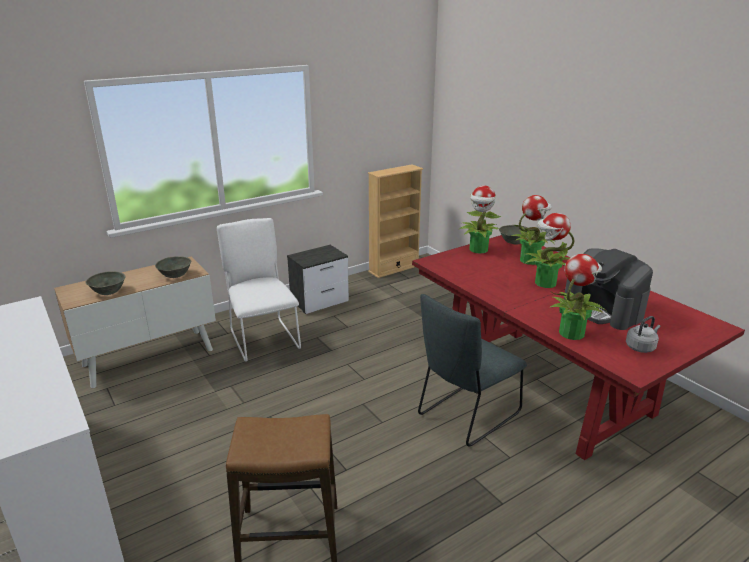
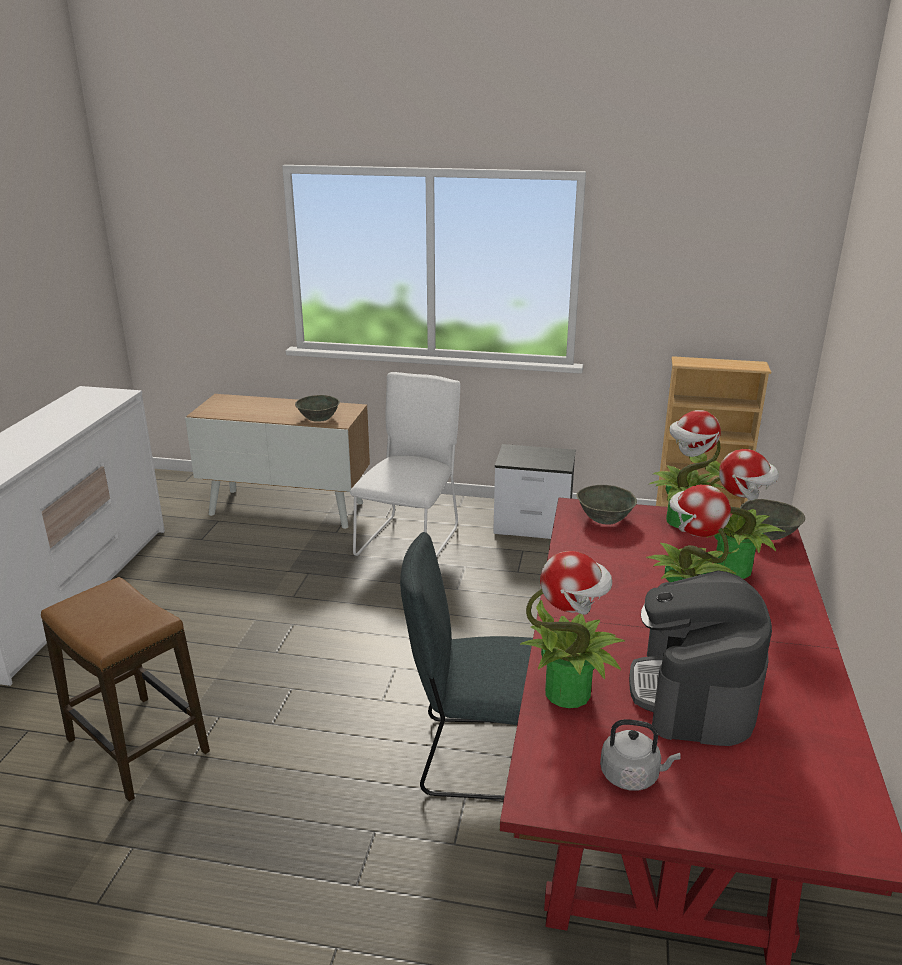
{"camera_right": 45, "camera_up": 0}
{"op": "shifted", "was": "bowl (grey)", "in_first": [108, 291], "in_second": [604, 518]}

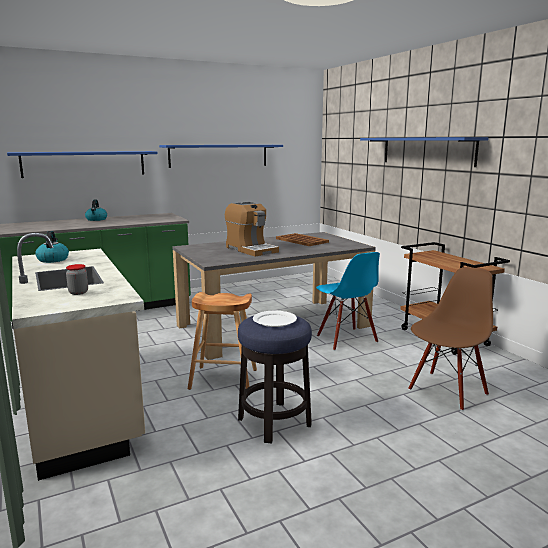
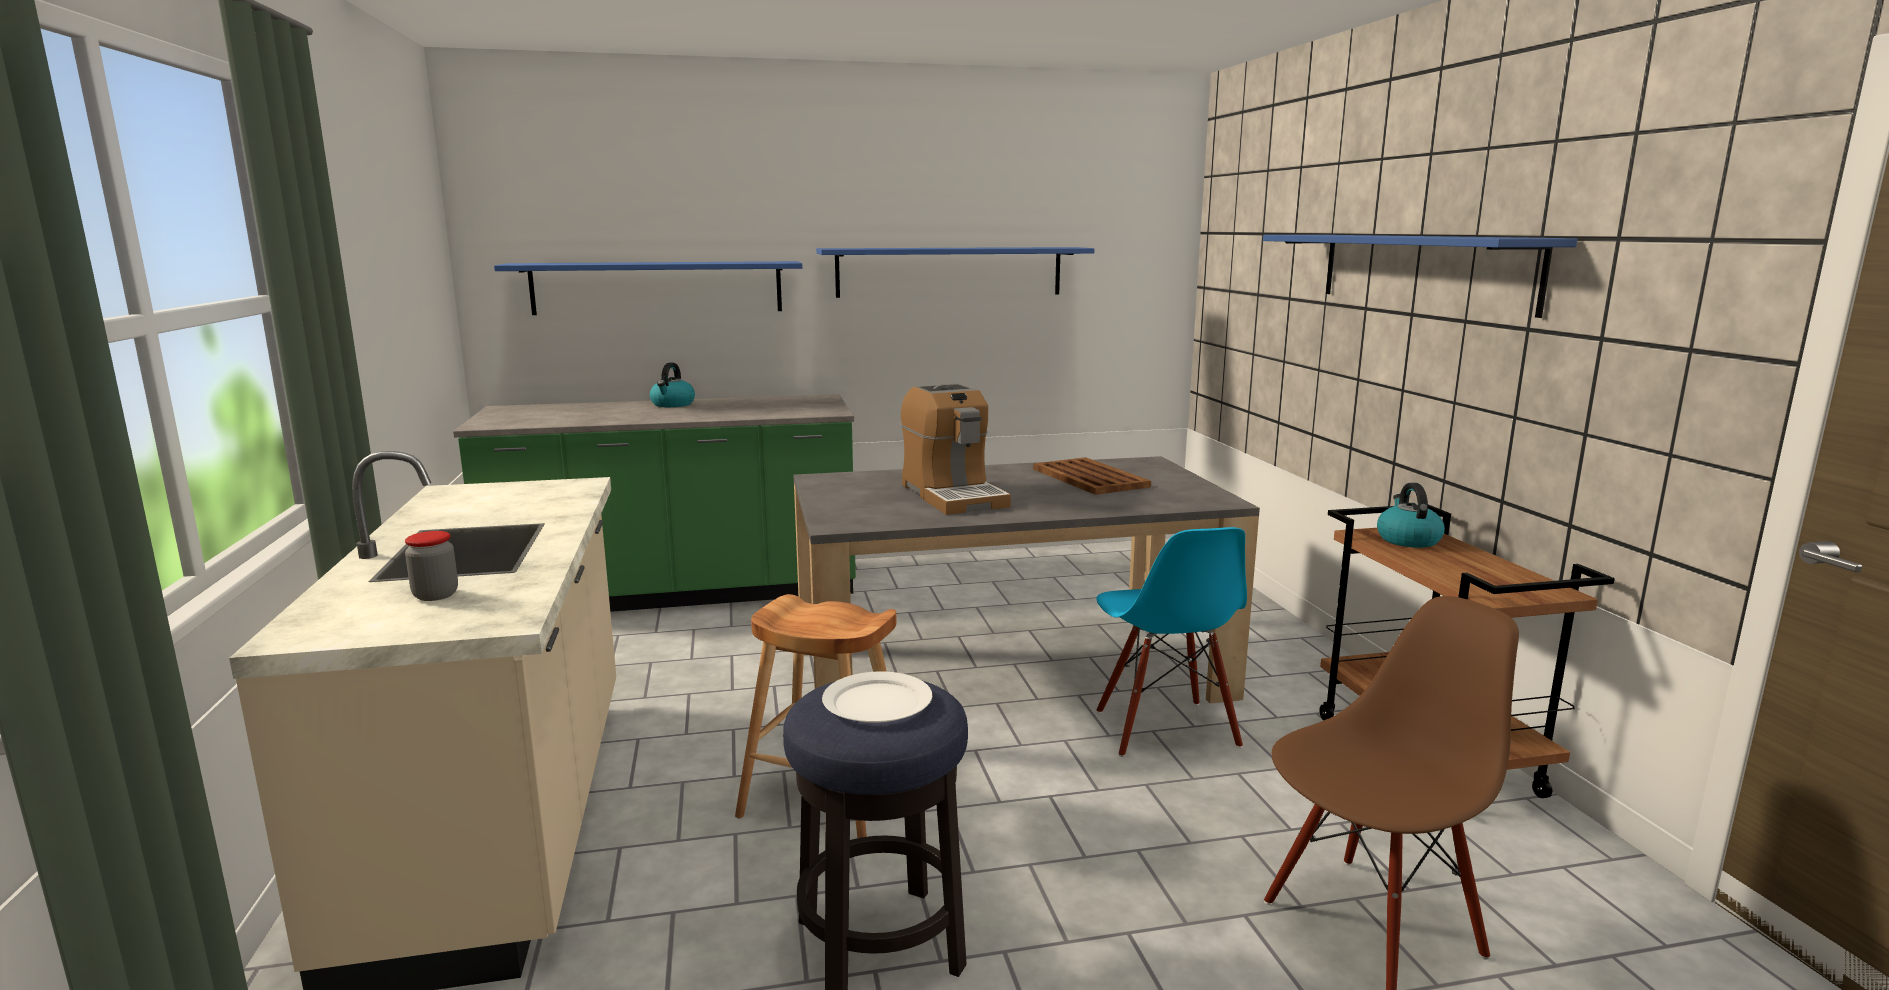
{"camera_right": 15, "camera_up": 0}
{"op": "shifted", "was": "kettle", "in_first": [53, 259], "in_second": [1407, 540]}

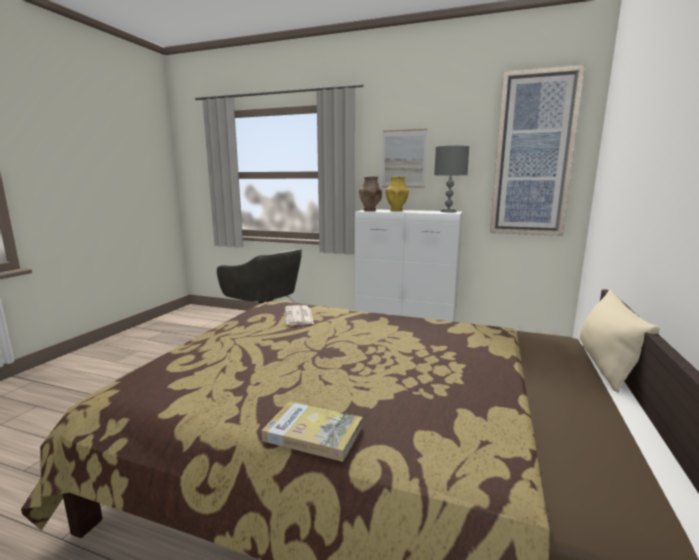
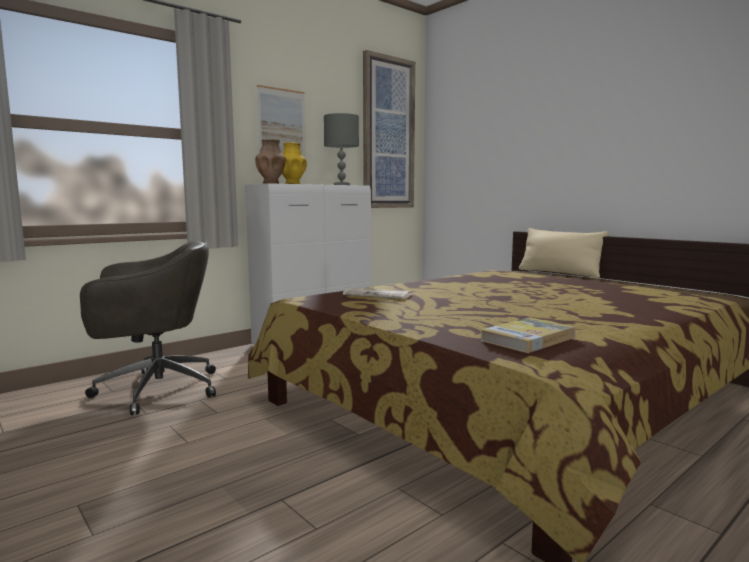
{"camera_right": -60, "camera_up": -5}
{"op": "shifted", "was": "book", "in_first": [313, 433], "in_second": [528, 339]}

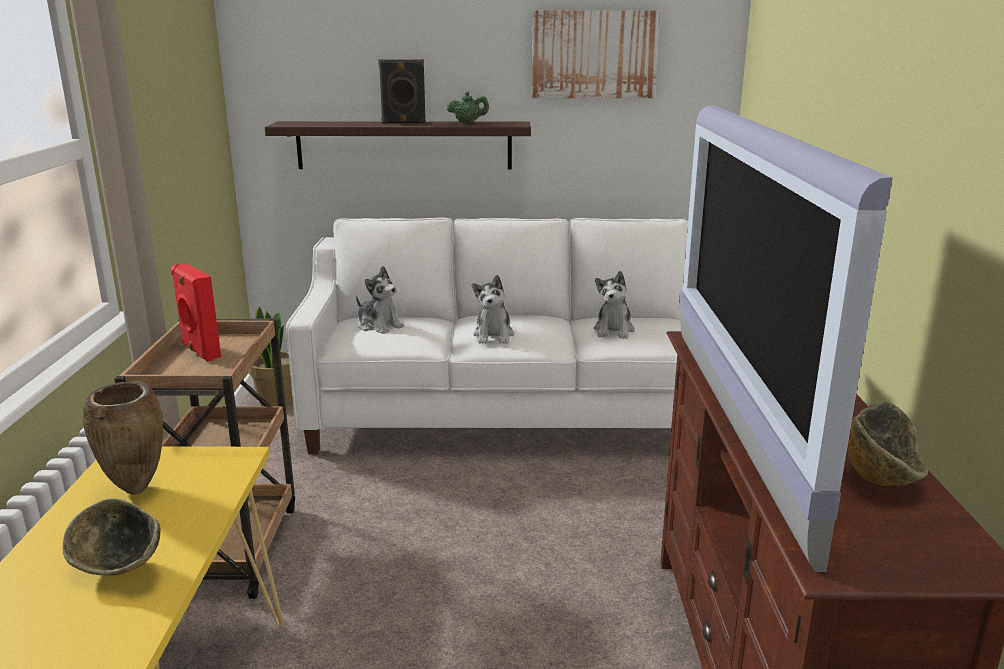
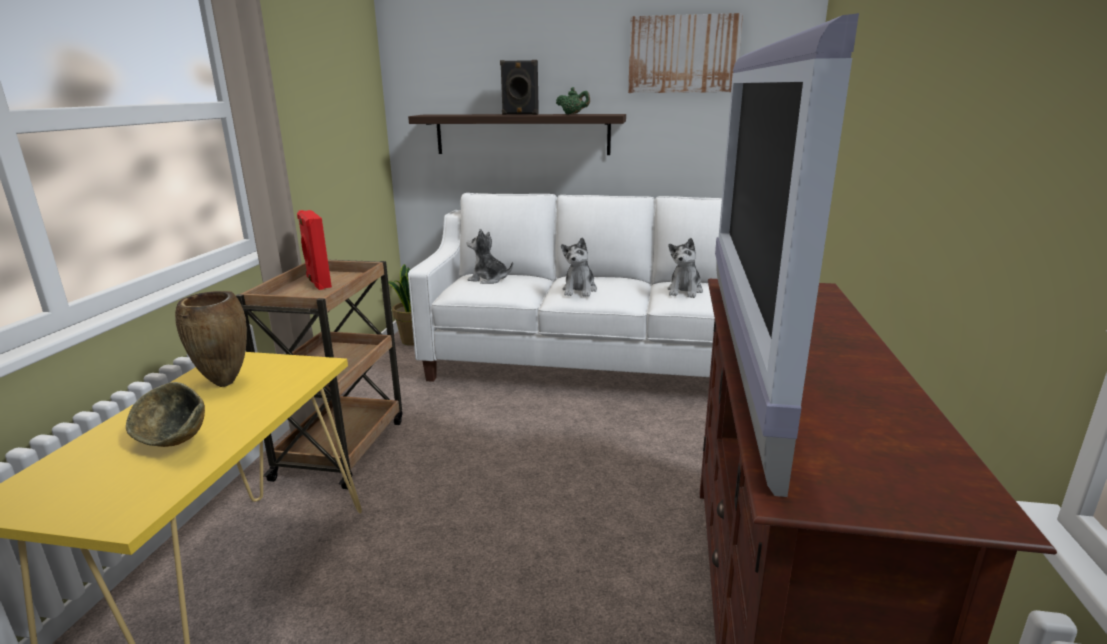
{"camera_right": 10, "camera_up": 0}
{"op": "rotated", "was": "plush toy", "in_first": [379, 326], "in_second": [488, 280], "clockwise": 150}
{"op": "gone", "was": "bowl", "in_first": [881, 477]}

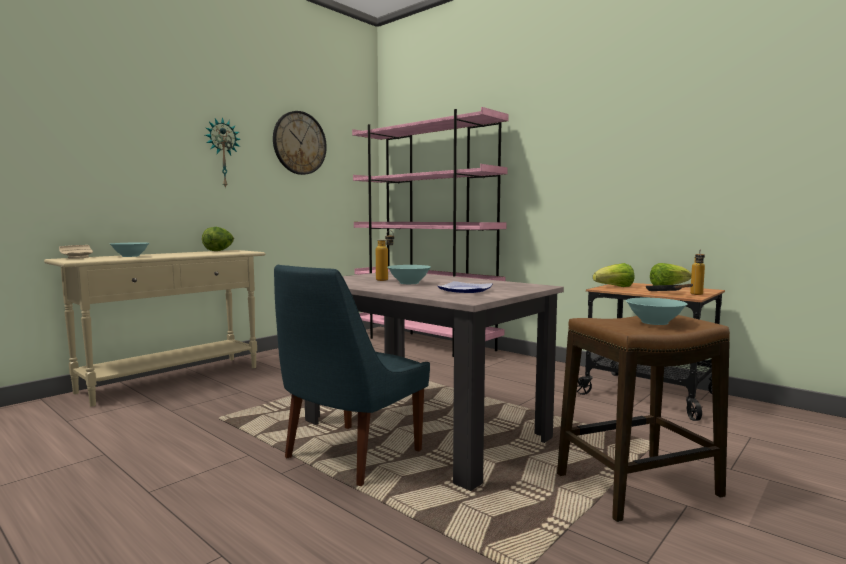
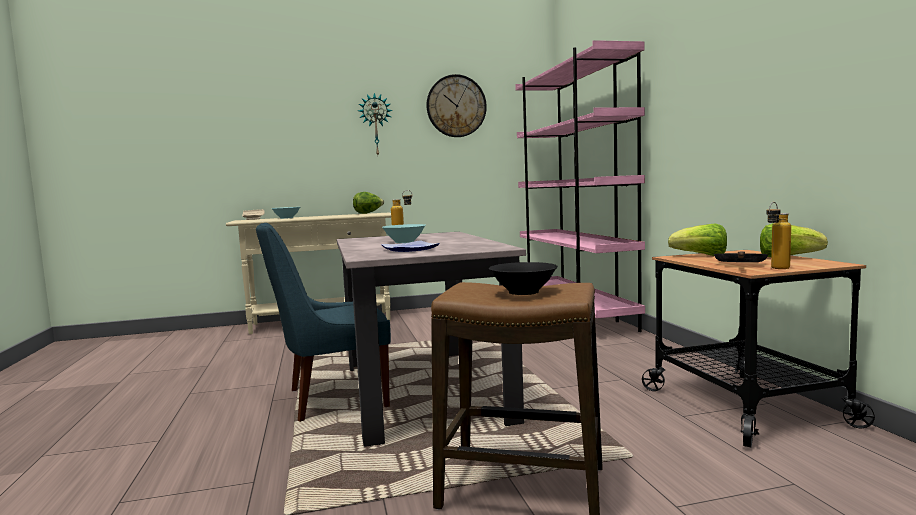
{"camera_right": 35, "camera_up": 0}
{"op": "repainted", "was": "bowl (turquoise)", "now": "bowl (black)", "in_first": [654, 322], "in_second": [523, 292]}

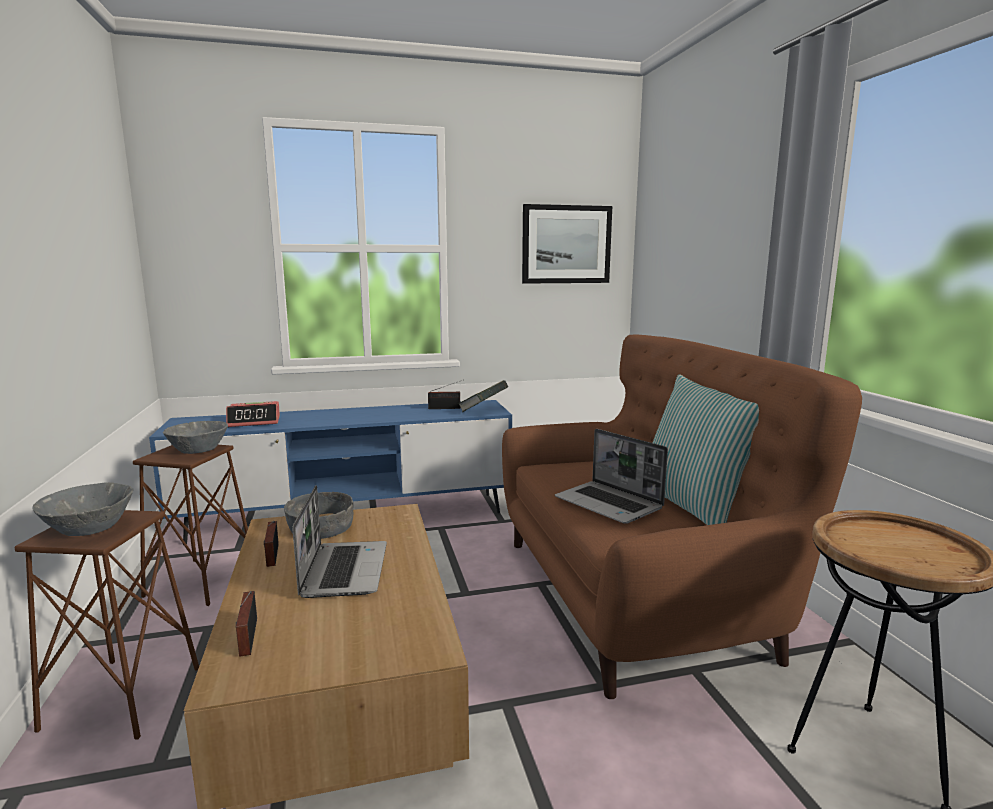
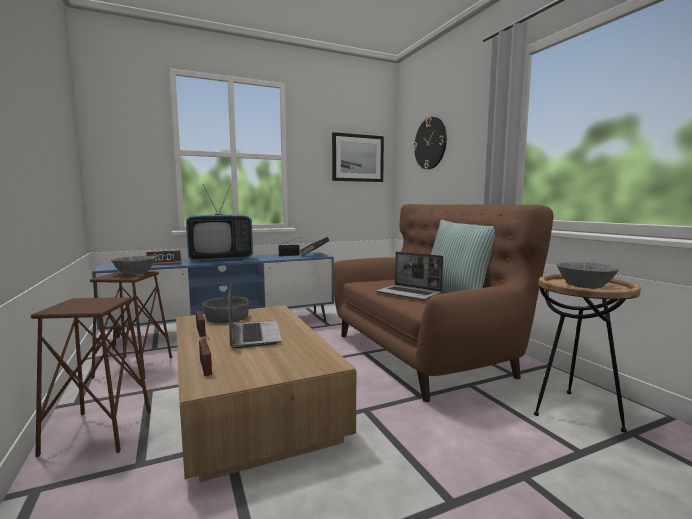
{"camera_right": -10, "camera_up": -5}
{"op": "new", "now": "television", "in_second": [221, 260]}
{"op": "new", "now": "wall clock", "in_second": [430, 143]}
{"op": "shifted", "was": "bowl (grey)", "in_first": [88, 528], "in_second": [584, 286]}

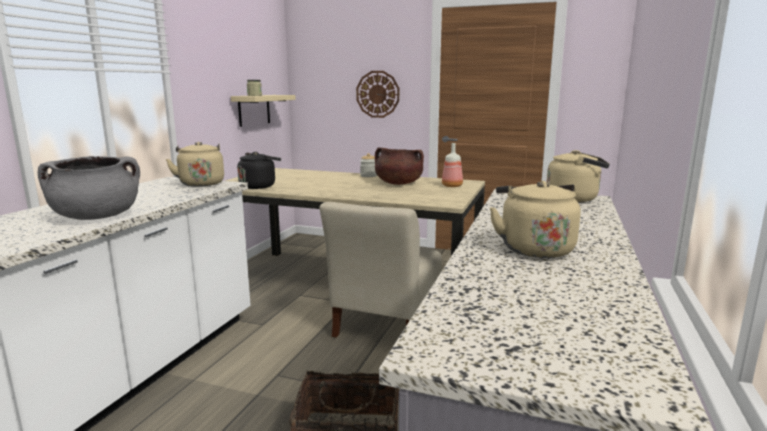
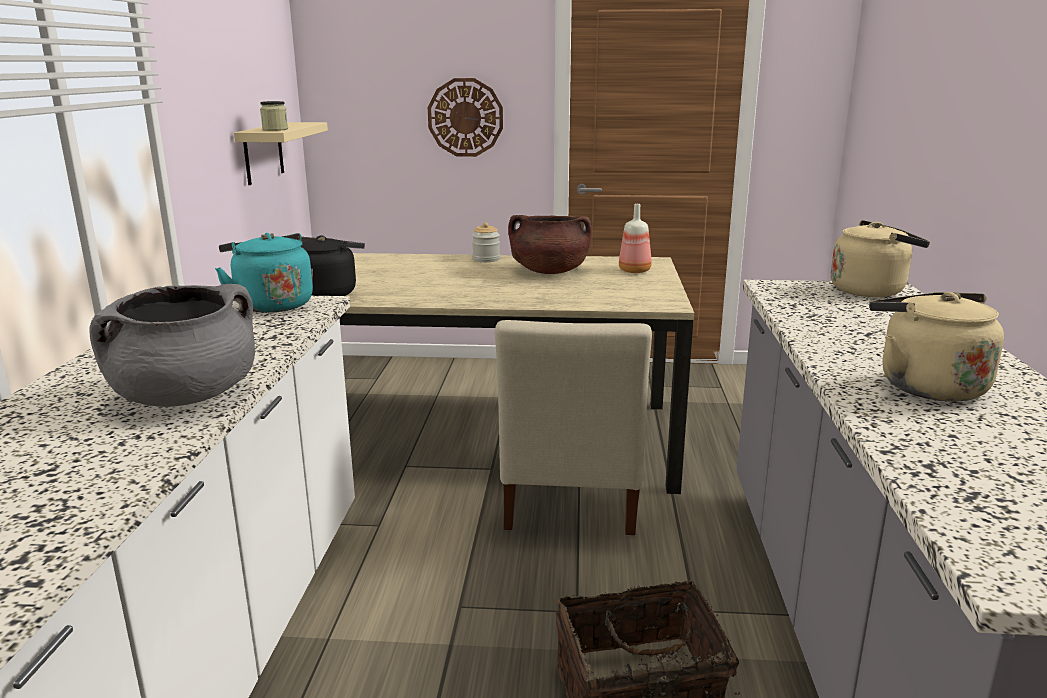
{"camera_right": -15, "camera_up": 5}
{"op": "repainted", "was": "kettle (beige)", "now": "kettle (turquoise)", "in_first": [201, 183], "in_second": [271, 304]}

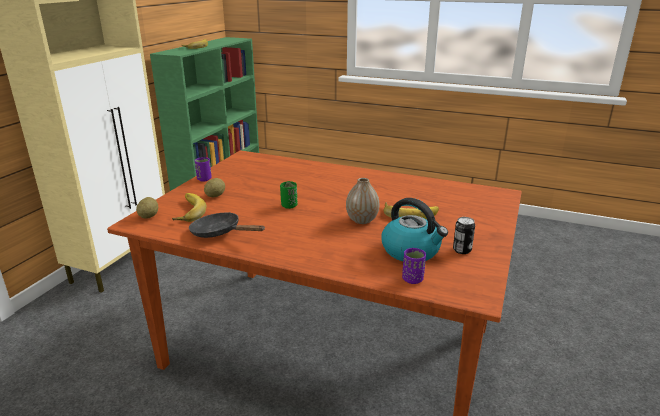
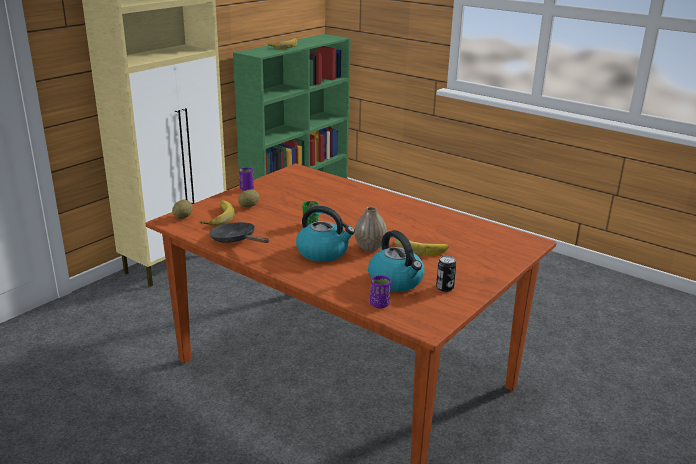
{"camera_right": 15, "camera_up": 0}
{"op": "new", "now": "kettle", "in_second": [323, 252]}

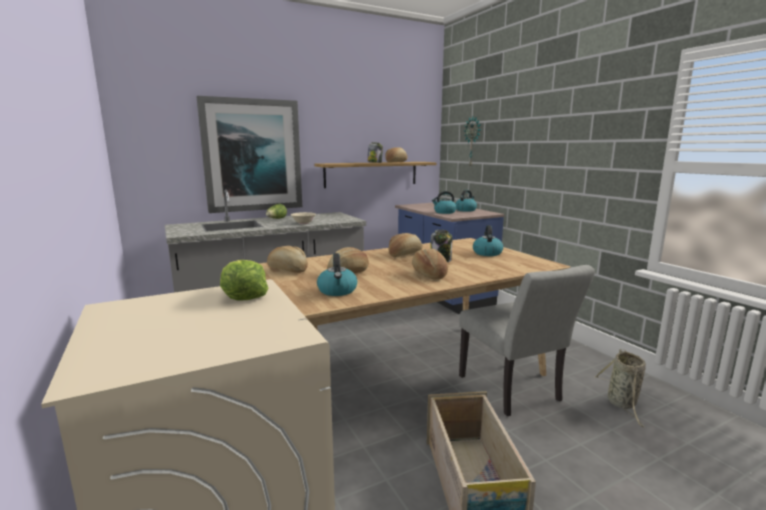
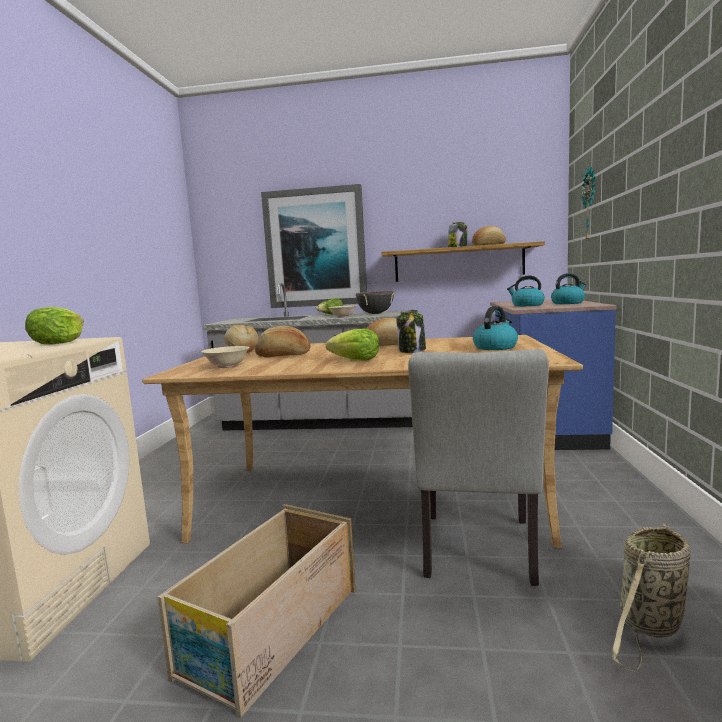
{"camera_right": 35, "camera_up": -5}
{"op": "swapped", "was": "kettle", "now": "bowl (beige)", "in_first": [337, 291], "in_second": [227, 366]}
{"op": "swapped", "was": "bread", "now": "lettuce", "in_first": [429, 274], "in_second": [355, 360]}
{"op": "new", "now": "cooking pot (black)", "in_second": [375, 314]}

